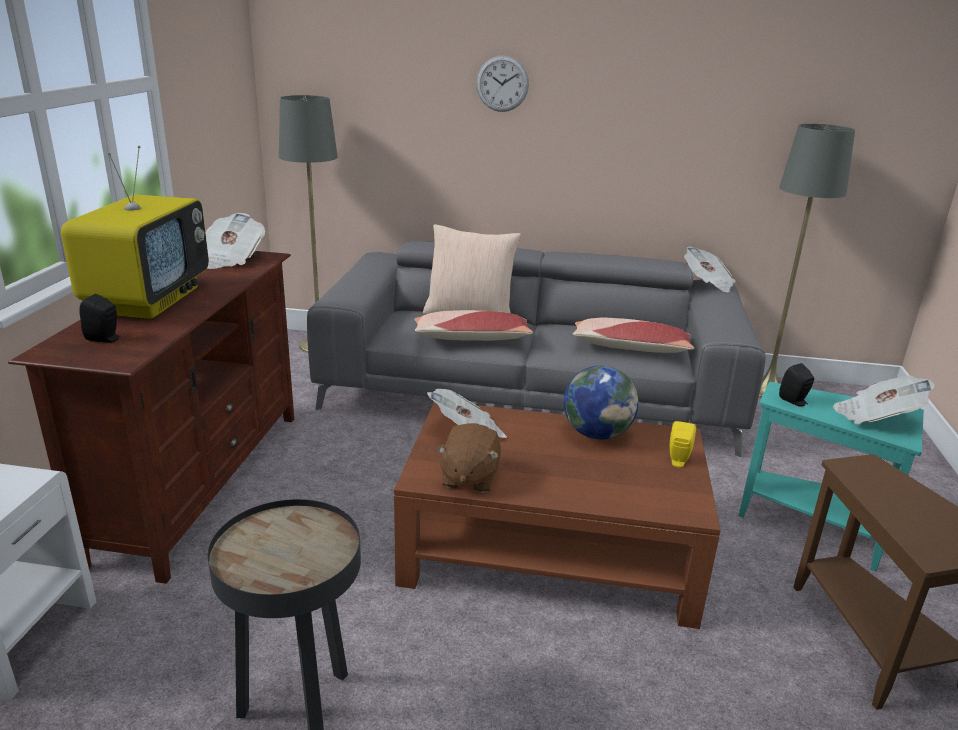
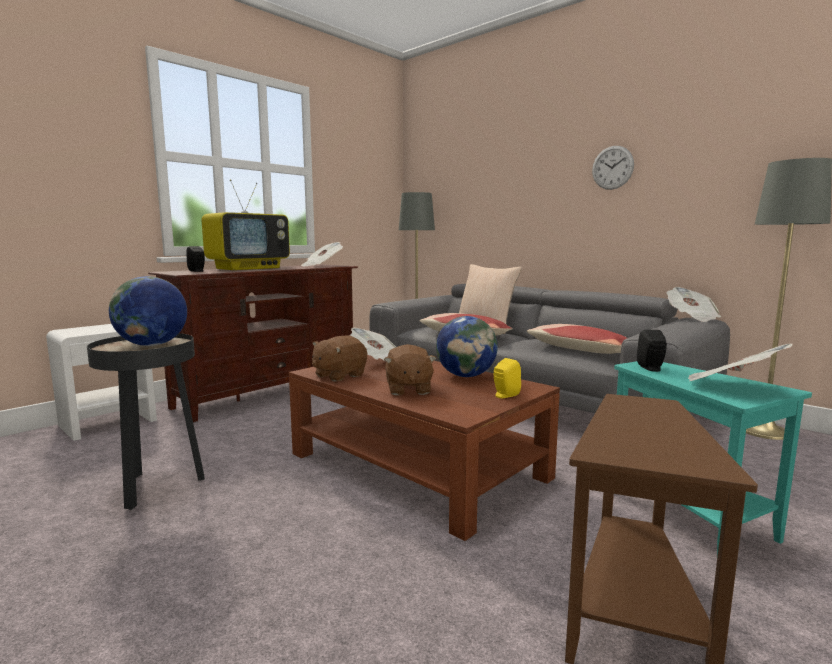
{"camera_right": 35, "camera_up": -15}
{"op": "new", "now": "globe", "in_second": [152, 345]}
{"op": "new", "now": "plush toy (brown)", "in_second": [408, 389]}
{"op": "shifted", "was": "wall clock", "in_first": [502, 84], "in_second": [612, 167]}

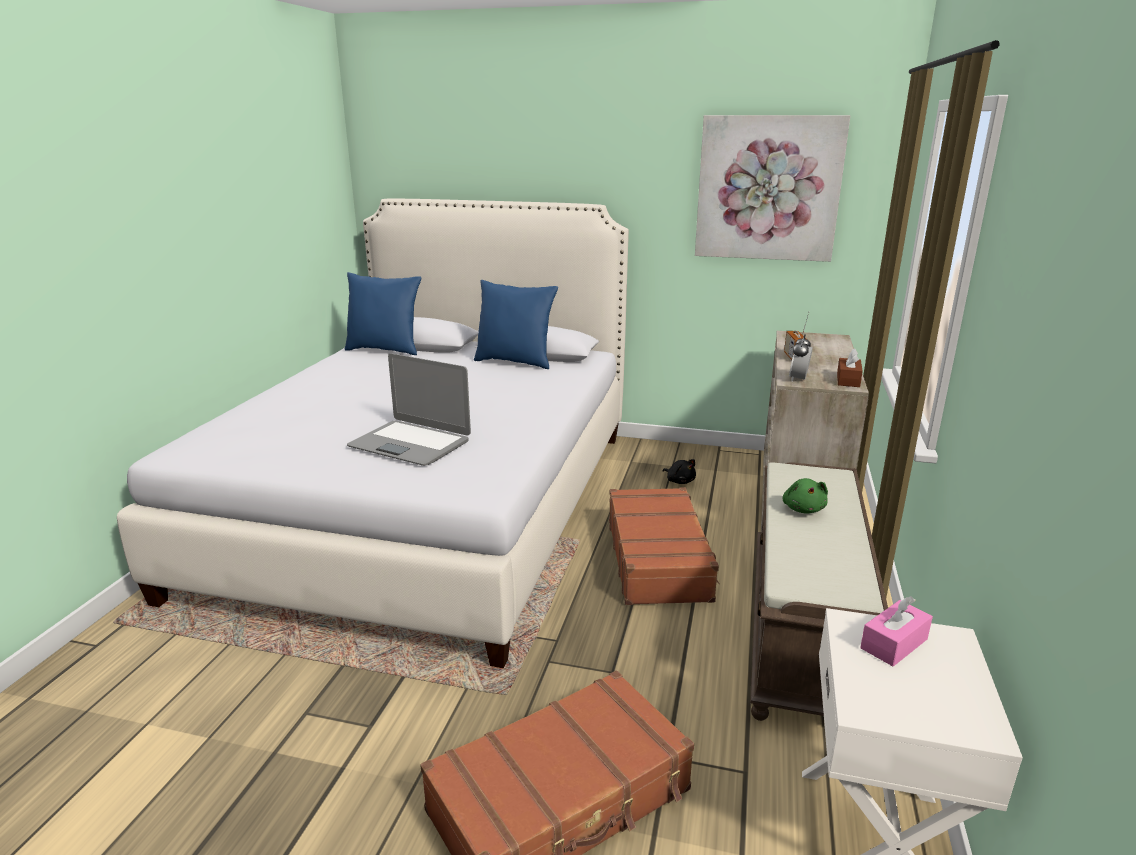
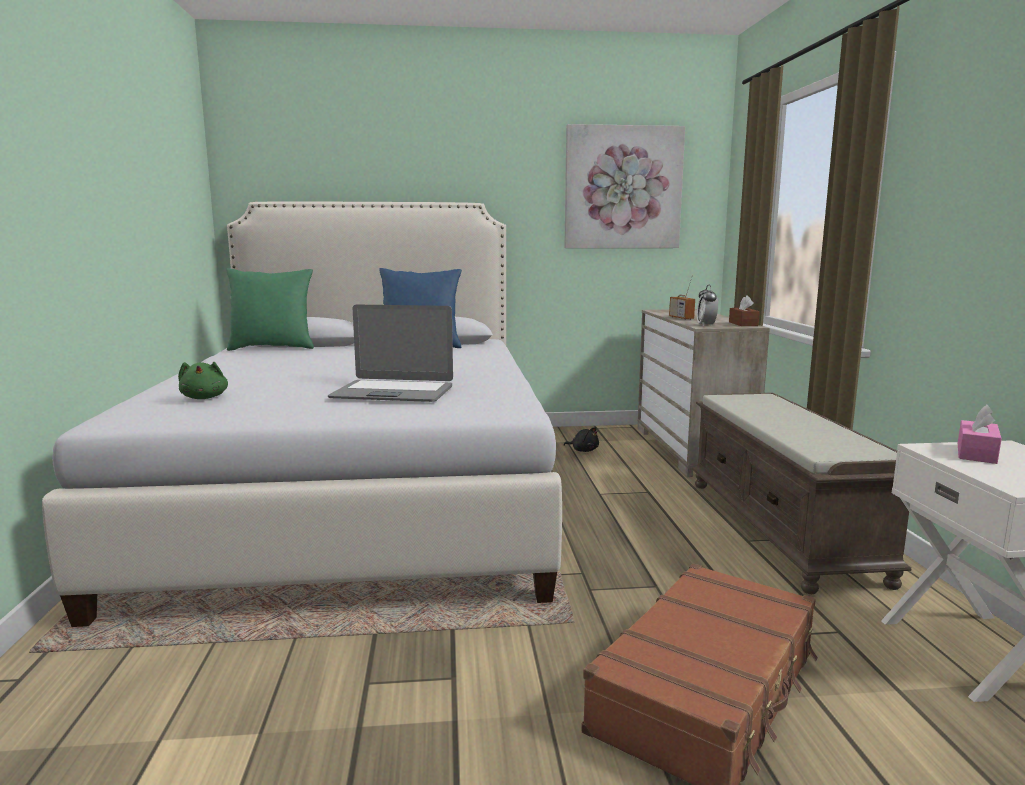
{"camera_right": -20, "camera_up": -10}
{"op": "shifted", "was": "plush toy (green)", "in_first": [803, 509], "in_second": [205, 398]}
{"op": "repainted", "was": "pillow (blue)", "now": "pillow (green)", "in_first": [385, 350], "in_second": [273, 348]}
{"op": "gone", "was": "suitcase (brown)", "in_first": [658, 559]}

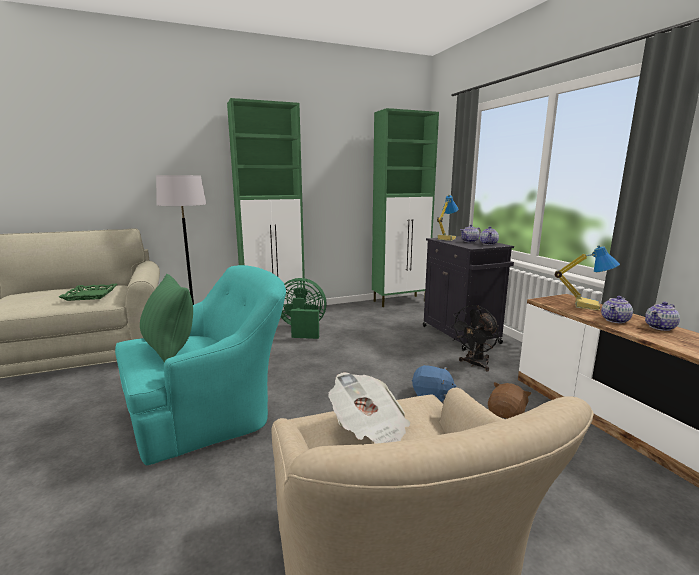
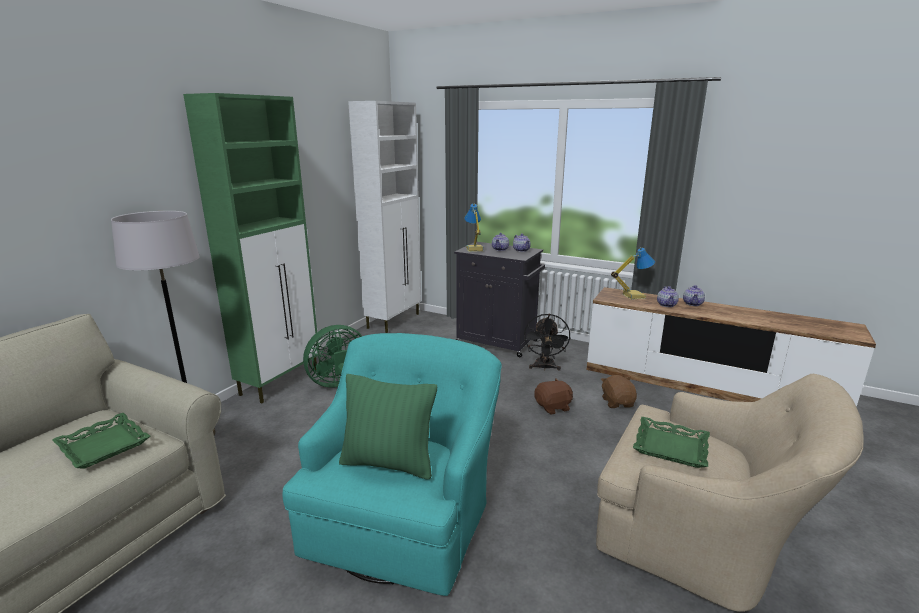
{"camera_right": -40, "camera_up": 5}
{"op": "repainted", "was": "cabinet (green)", "now": "cabinet (white)", "in_first": [400, 301], "in_second": [394, 320]}
{"op": "repainted", "was": "plush toy (blue)", "now": "plush toy (brown)", "in_first": [431, 394], "in_second": [553, 407]}
{"op": "swapped", "was": "newspaper", "now": "tray (green)", "in_first": [370, 429], "in_second": [671, 447]}

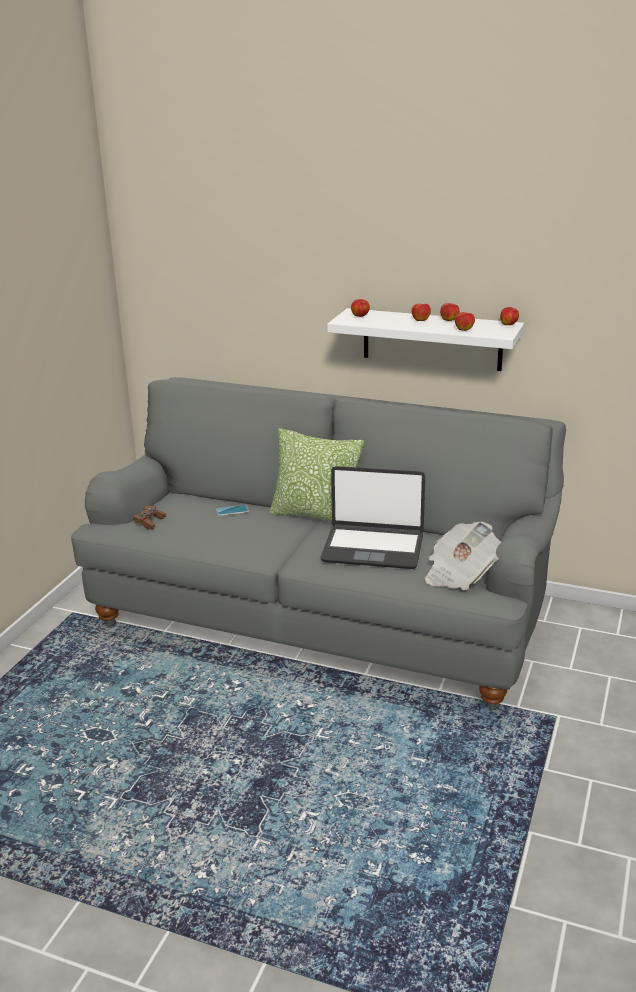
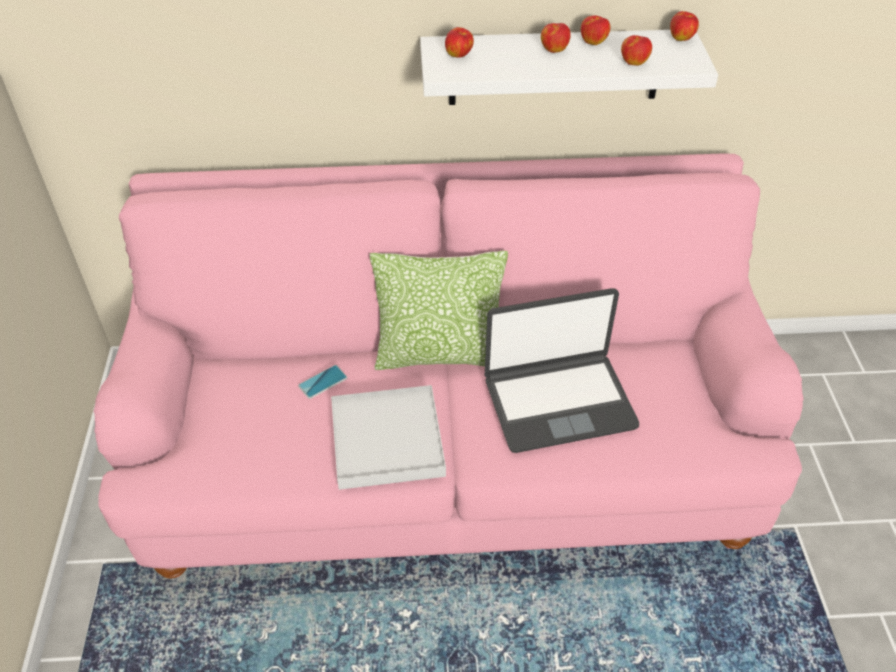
{"camera_right": -25, "camera_up": 20}
{"op": "repainted", "was": "sofa (grey)", "now": "sofa (pink)", "in_first": [321, 617], "in_second": [448, 458]}
{"op": "new", "now": "tray (white)", "in_second": [387, 440]}
{"op": "gone", "was": "game controller (brown)", "in_first": [150, 522]}
{"op": "gone", "was": "newspaper", "in_first": [460, 574]}

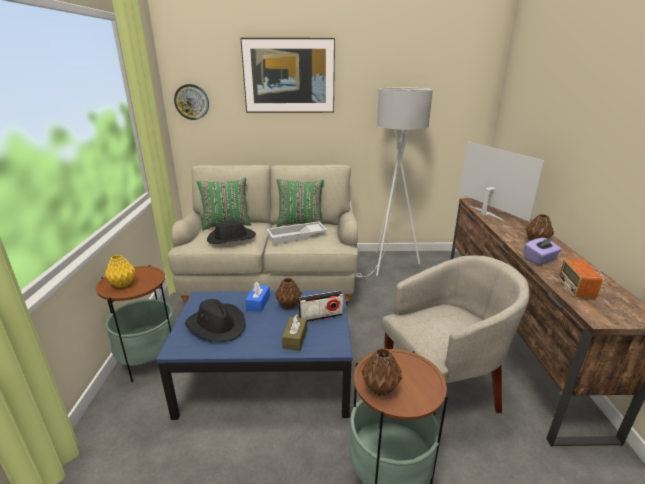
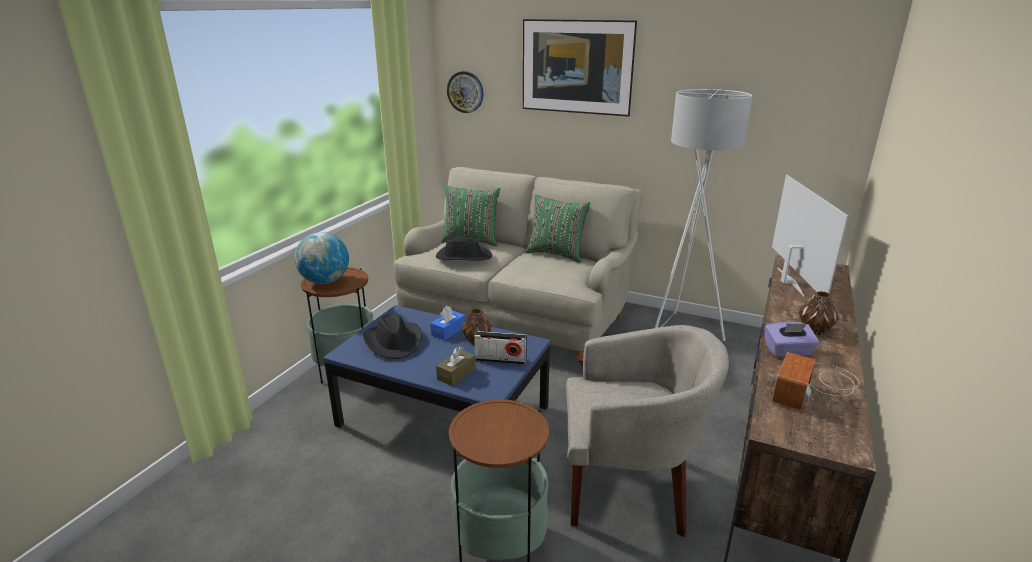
{"camera_right": 25, "camera_up": 0}
{"op": "swapped", "was": "vase (yellow)", "now": "globe", "in_first": [122, 284], "in_second": [325, 281]}
{"op": "gone", "was": "tray (white)", "in_first": [296, 236]}
{"op": "gone", "was": "vase (brown)", "in_first": [379, 388]}

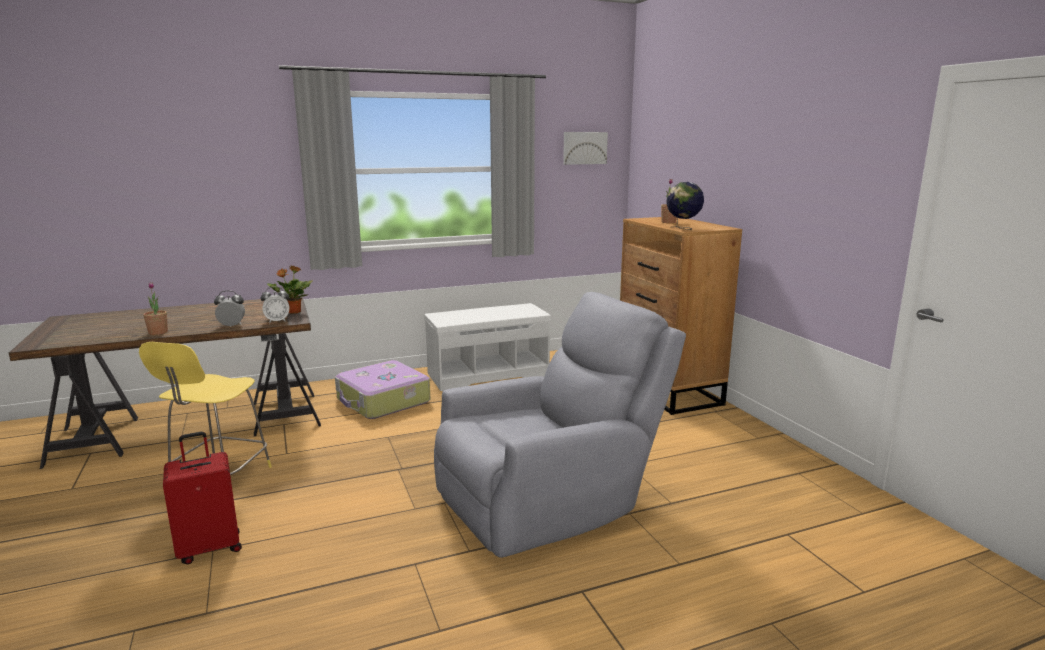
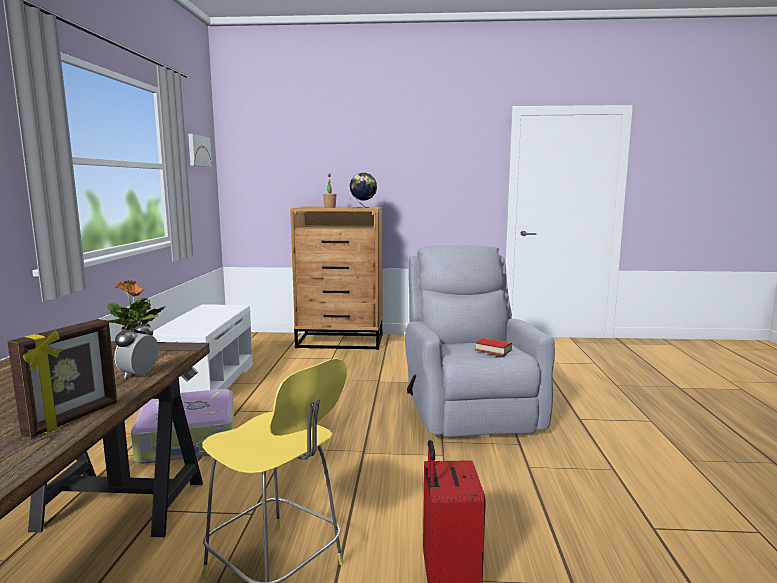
{"camera_right": -65, "camera_up": -5}
{"op": "swapped", "was": "potted plant", "now": "picture frame", "in_first": [158, 332], "in_second": [73, 419]}
{"op": "new", "now": "book", "in_second": [493, 350]}
{"op": "gone", "was": "alarm clock", "in_first": [277, 321]}

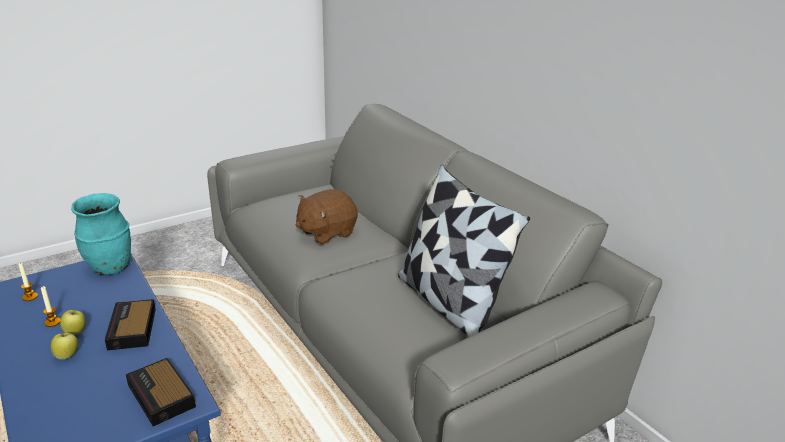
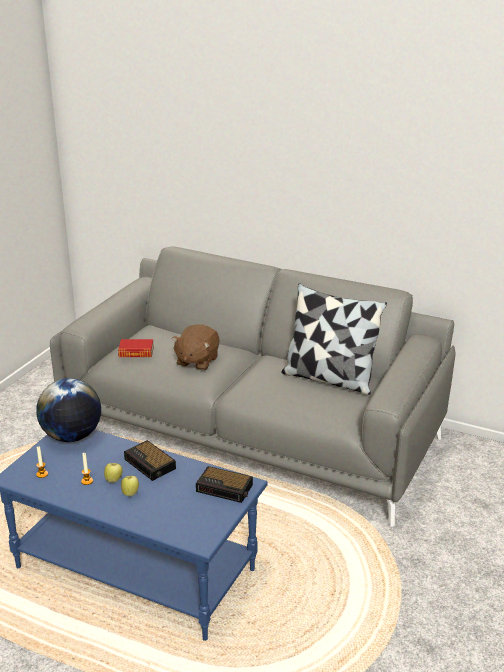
{"camera_right": -30, "camera_up": 0}
{"op": "swapped", "was": "vase (turquoise)", "now": "globe", "in_first": [110, 268], "in_second": [72, 436]}
{"op": "new", "now": "book", "in_second": [136, 352]}

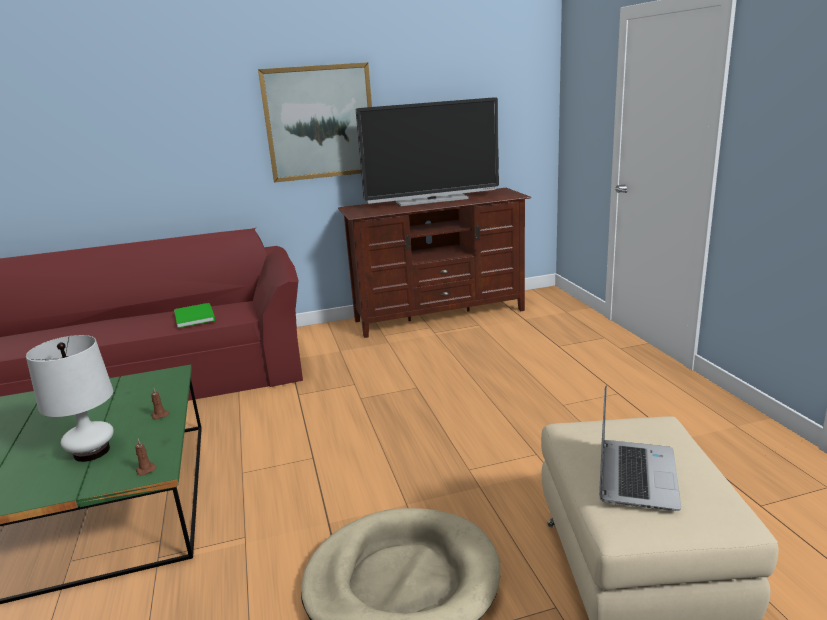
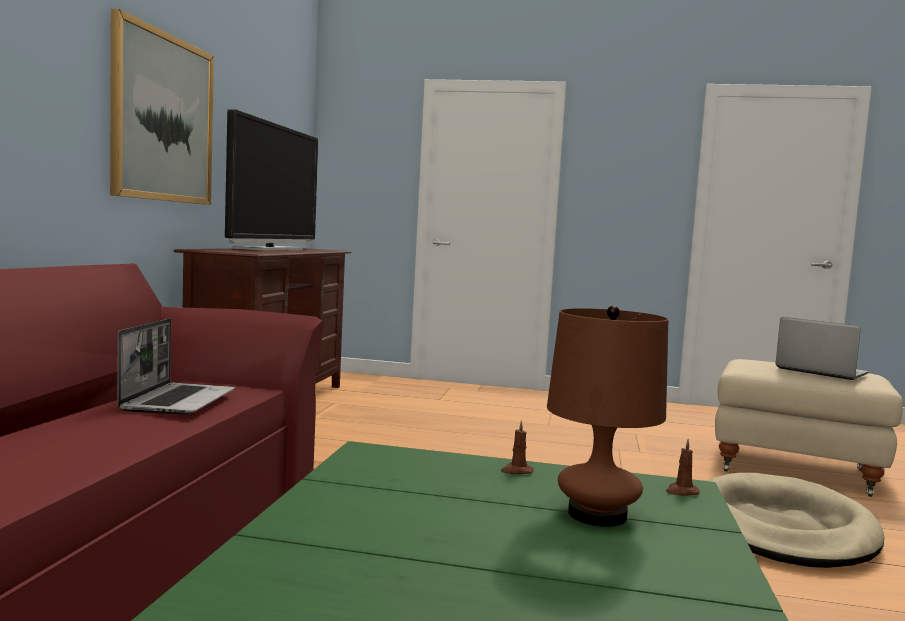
{"camera_right": -65, "camera_up": -15}
{"op": "swapped", "was": "book (green)", "now": "laptop", "in_first": [196, 316], "in_second": [178, 400]}
{"op": "repainted", "was": "table lamp (white)", "now": "table lamp (brown)", "in_first": [92, 452], "in_second": [597, 514]}

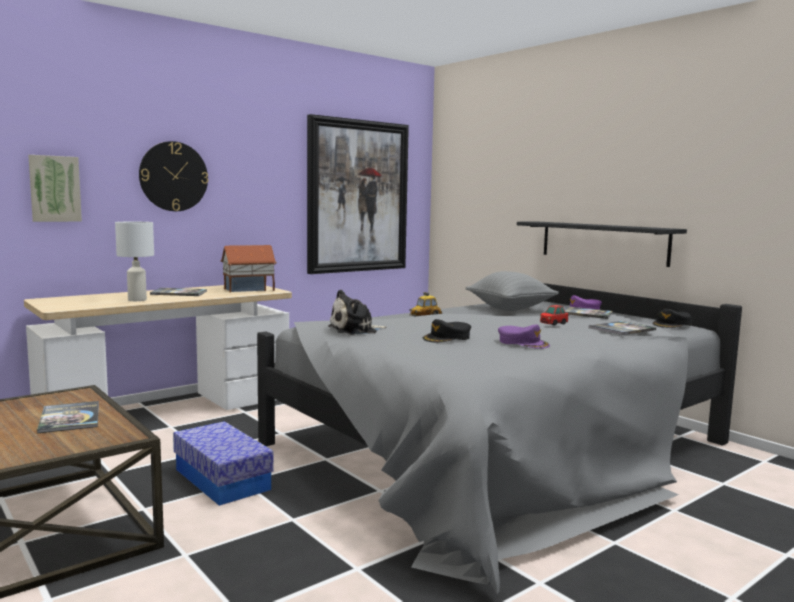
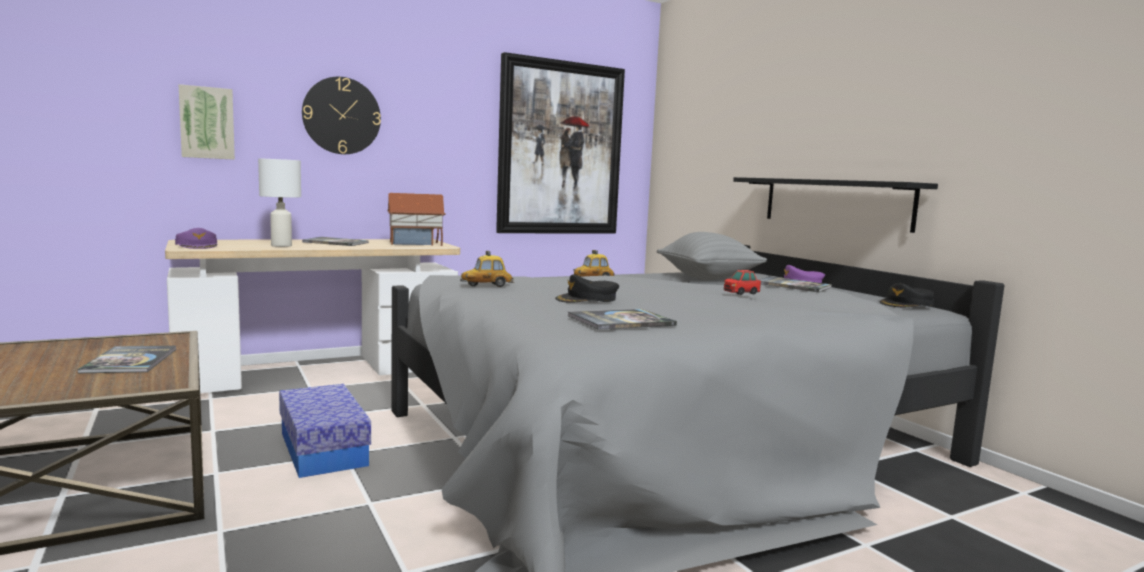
{"camera_right": 10, "camera_up": 0}
{"op": "shifted", "was": "cap (purple)", "in_first": [523, 343], "in_second": [197, 246]}
{"op": "swapped", "was": "plush toy", "now": "toy car", "in_first": [355, 330], "in_second": [486, 286]}
{"op": "shifted", "was": "book", "in_first": [622, 329], "in_second": [621, 321]}

